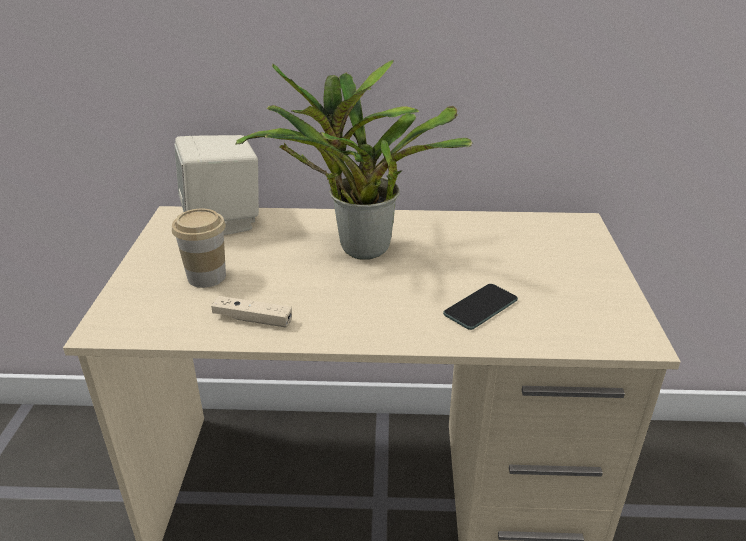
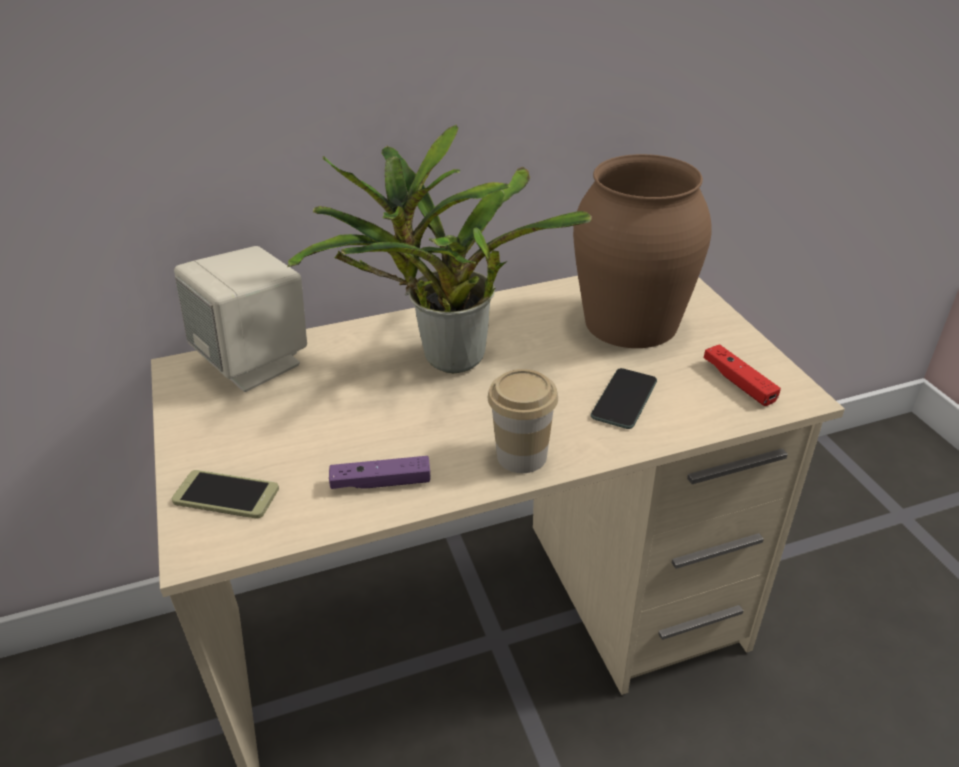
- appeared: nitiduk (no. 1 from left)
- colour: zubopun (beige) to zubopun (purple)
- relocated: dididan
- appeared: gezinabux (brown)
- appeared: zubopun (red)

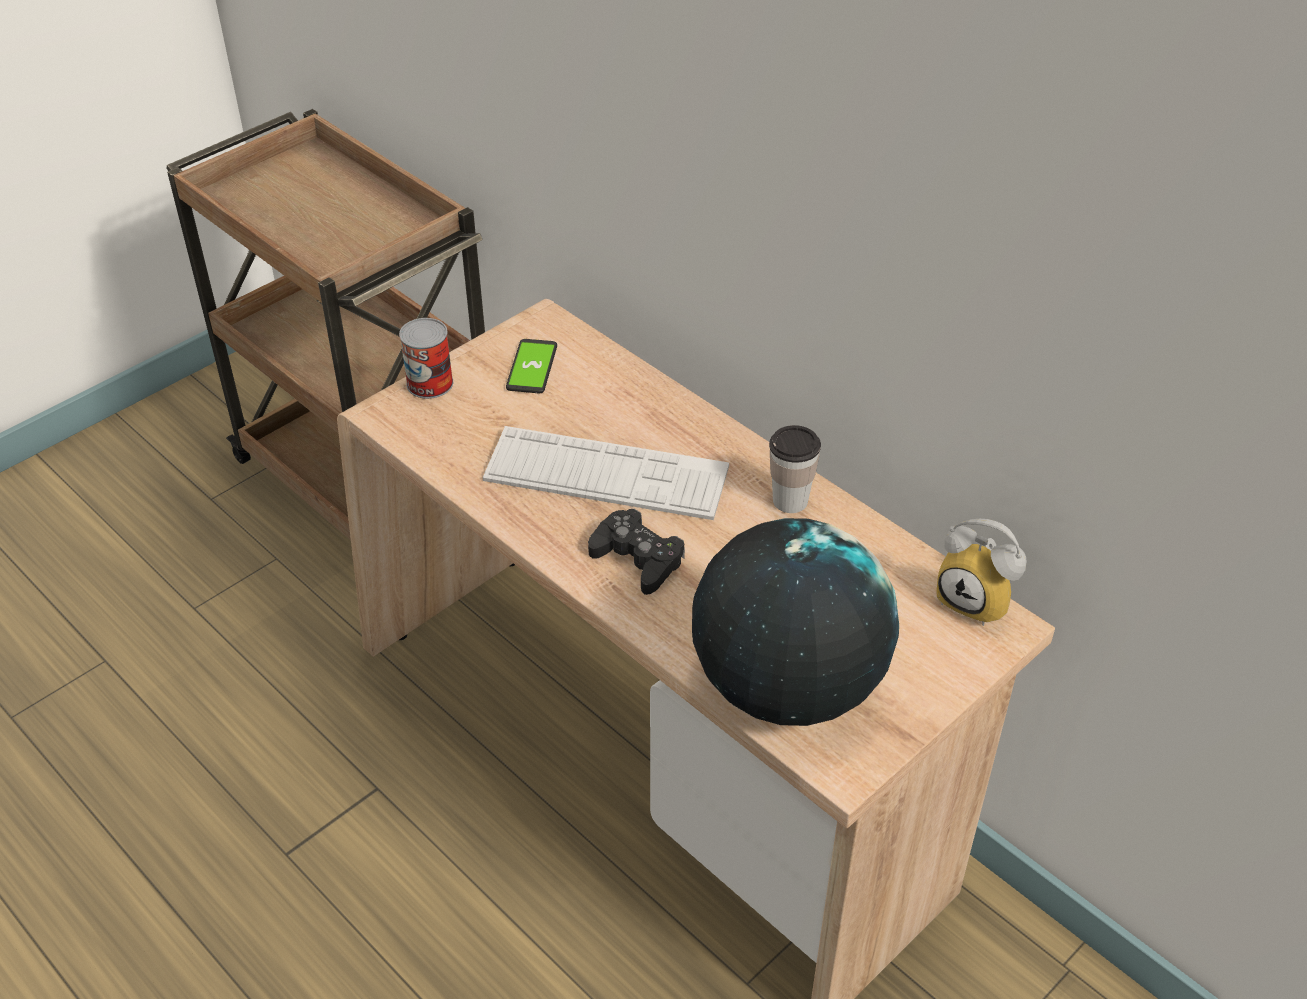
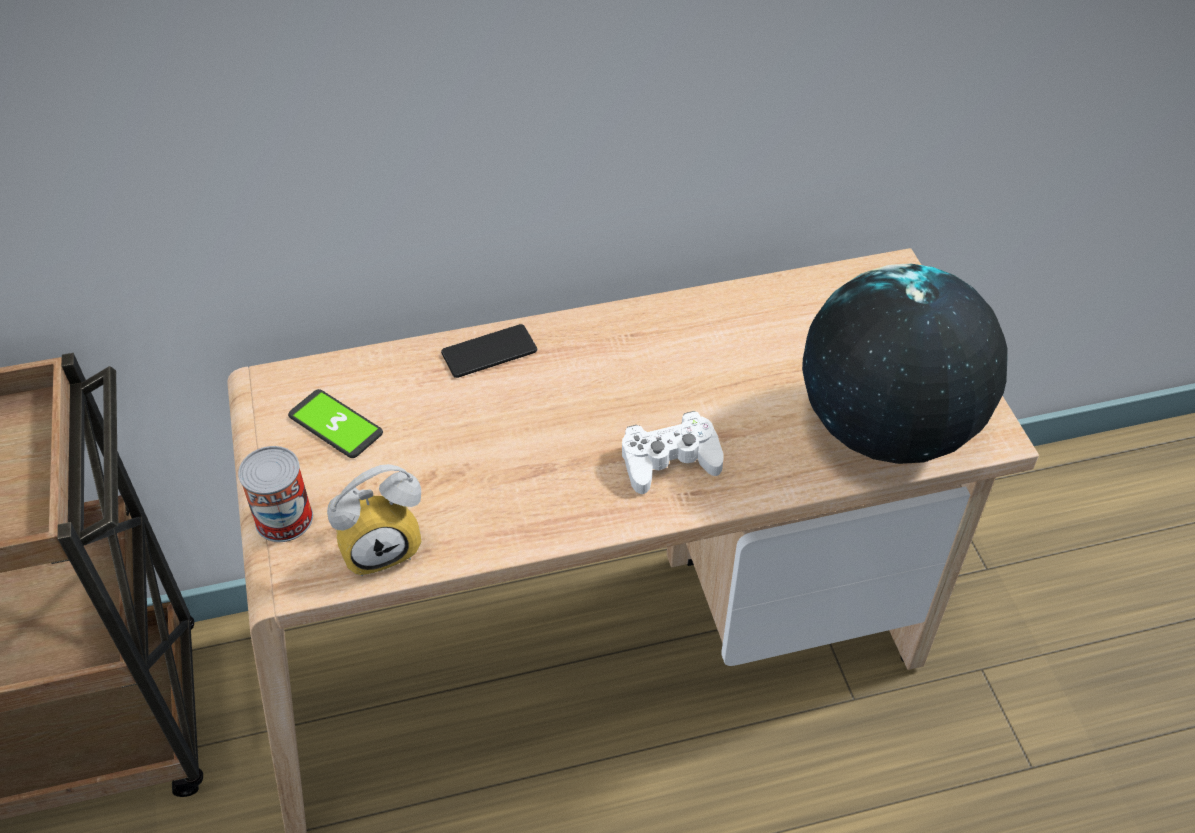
- relocated: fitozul
- appeared: nitiduk (no. 2 from left)
- colour: zubopun (black) to zubopun (white)
- missing: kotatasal
- missing: dididan

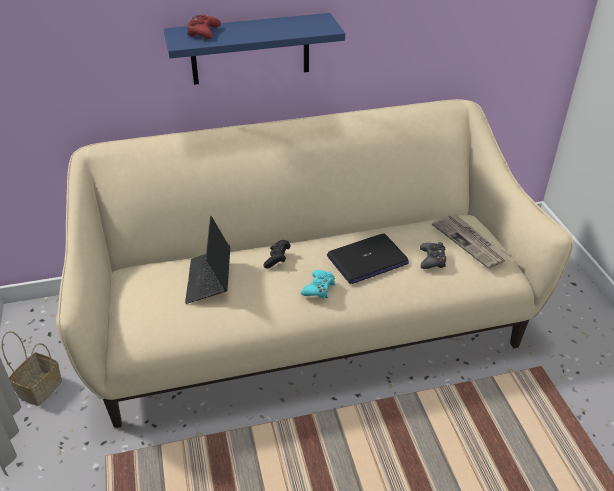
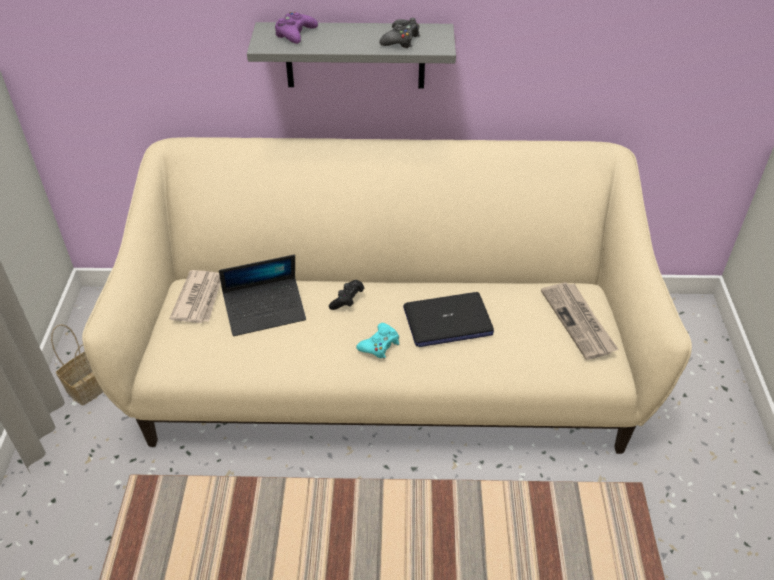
- appeared: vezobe (no. 1 from left)
- spun: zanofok (no. 1 from left) 120 degrees counterclockwise
- colour: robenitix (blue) to robenitix (grey)
- colour: zubopun (red) to zubopun (purple)
- relocated: zubopun (black) (no. 2 from left)

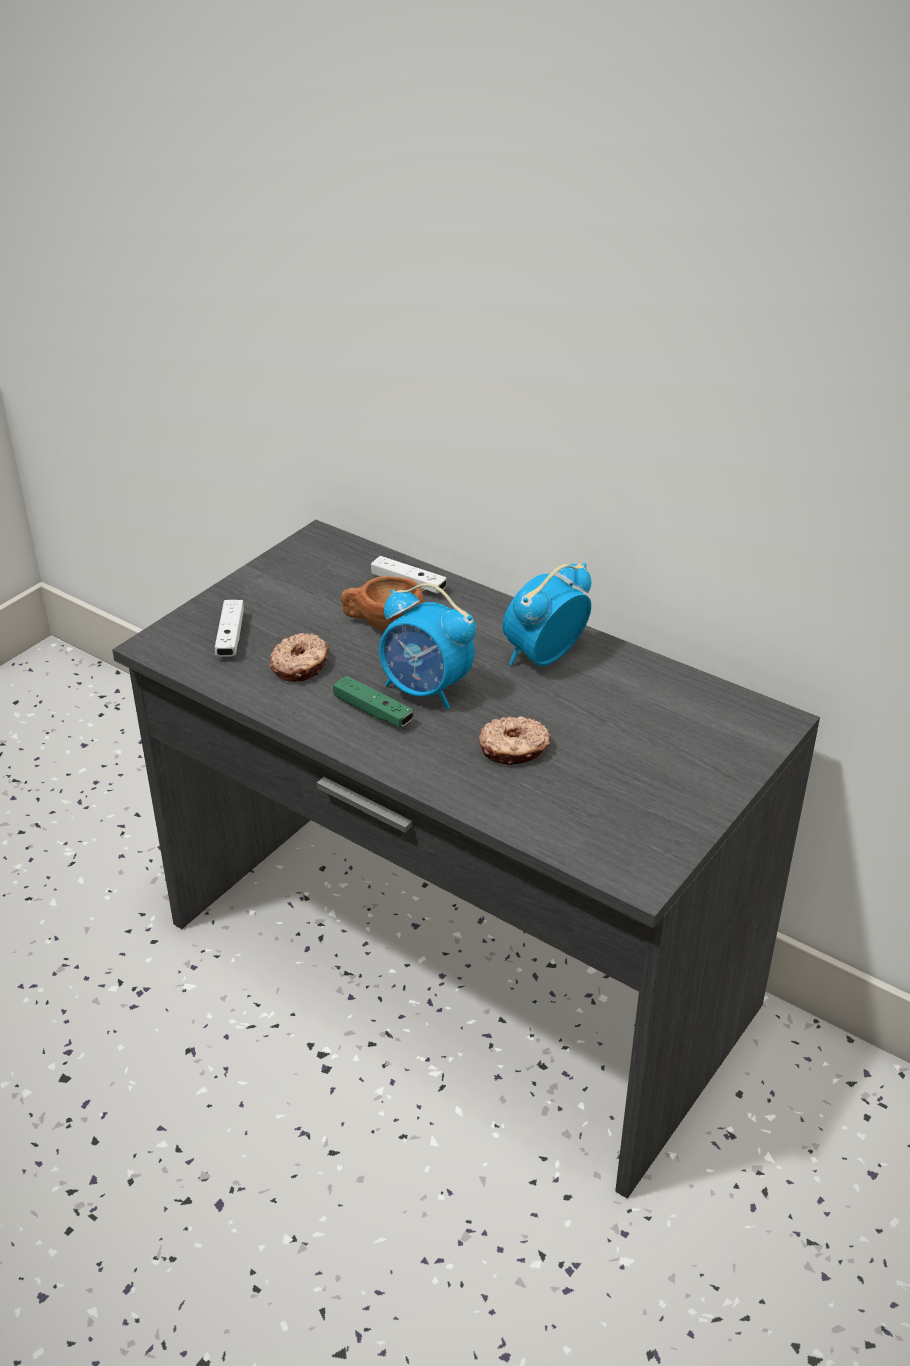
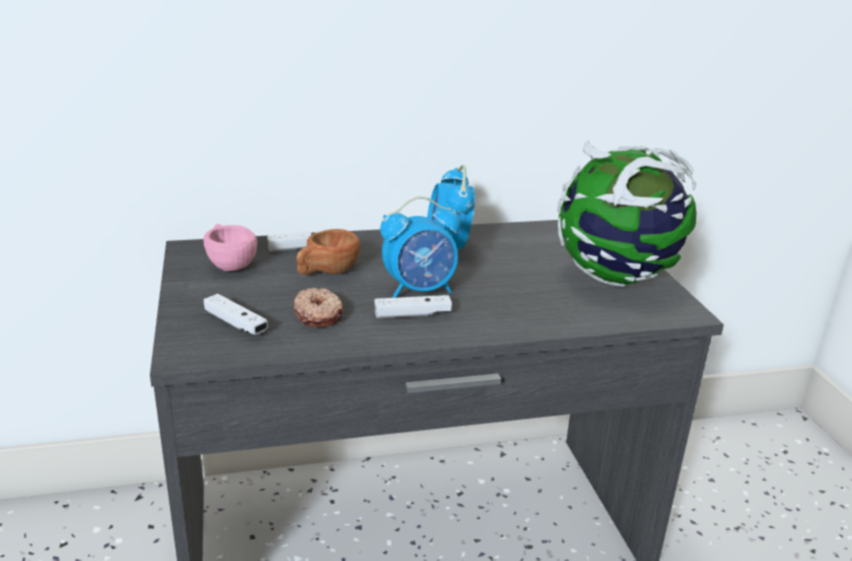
- appeared: dididan (pink)
- colour: zubopun (green) to zubopun (white) (no. 3 from left)
- appeared: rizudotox
- missing: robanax (no. 2 from left)

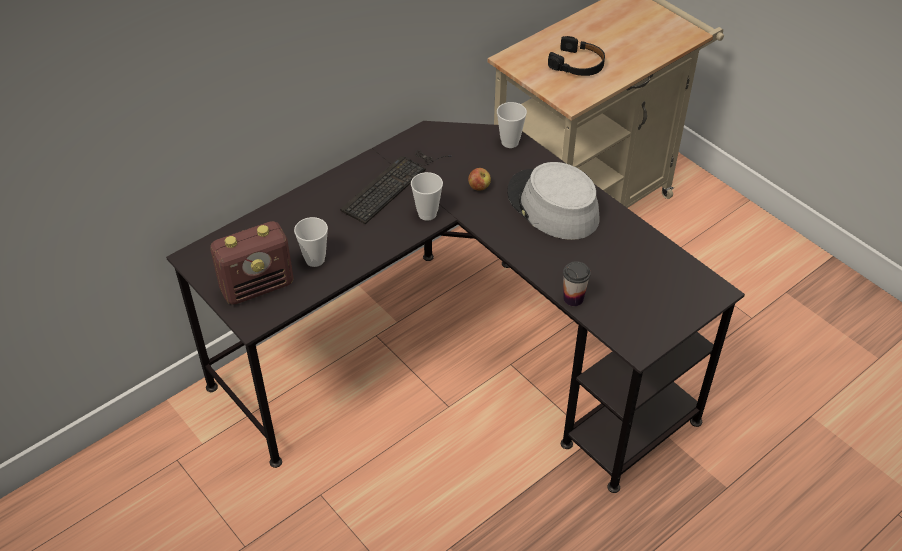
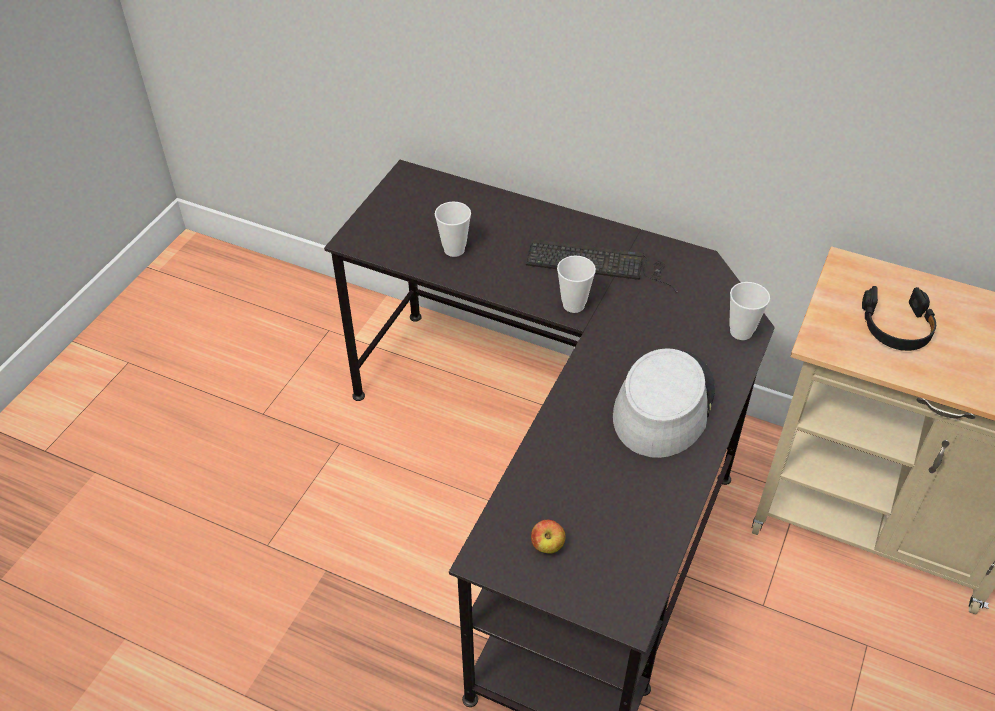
- relocated: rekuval
- missing: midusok
- missing: dididan (no. 4 from left)

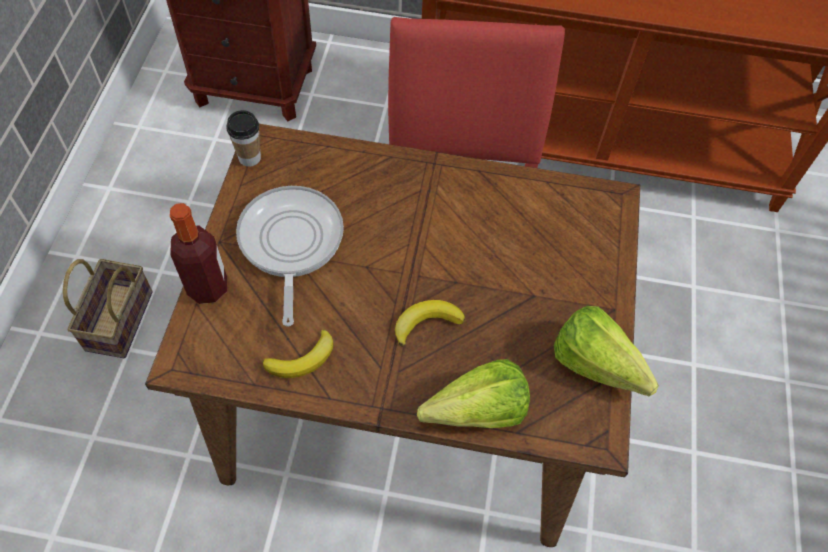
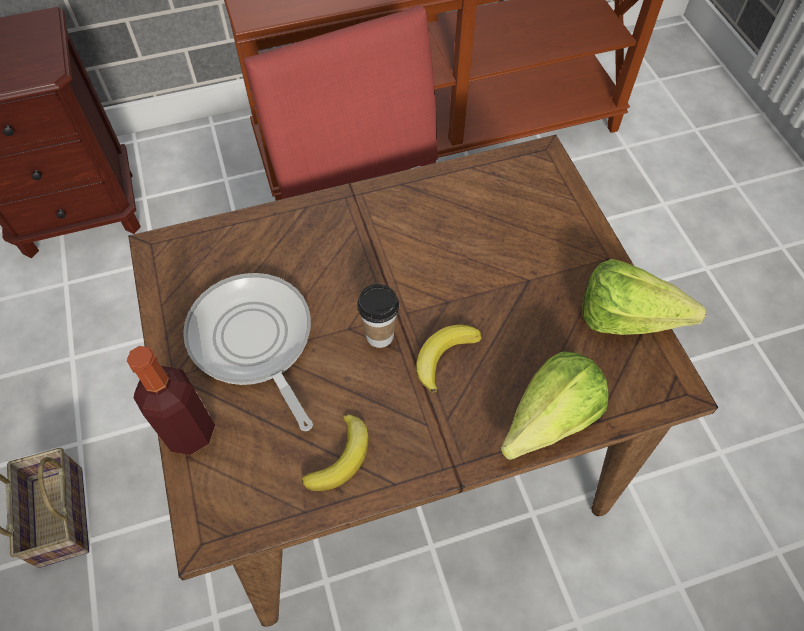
- relocated: dididan

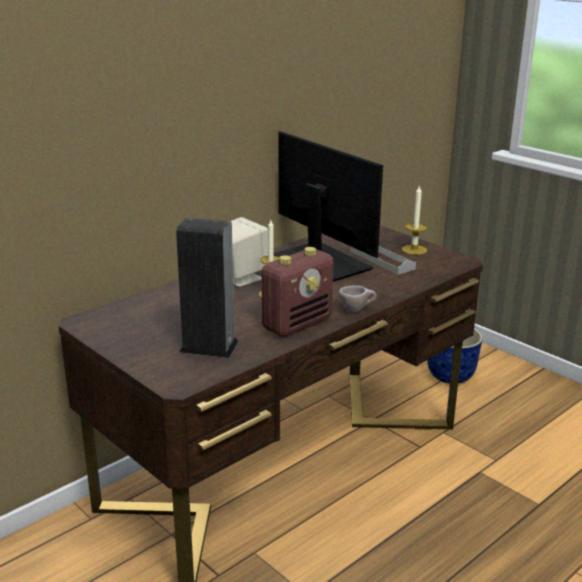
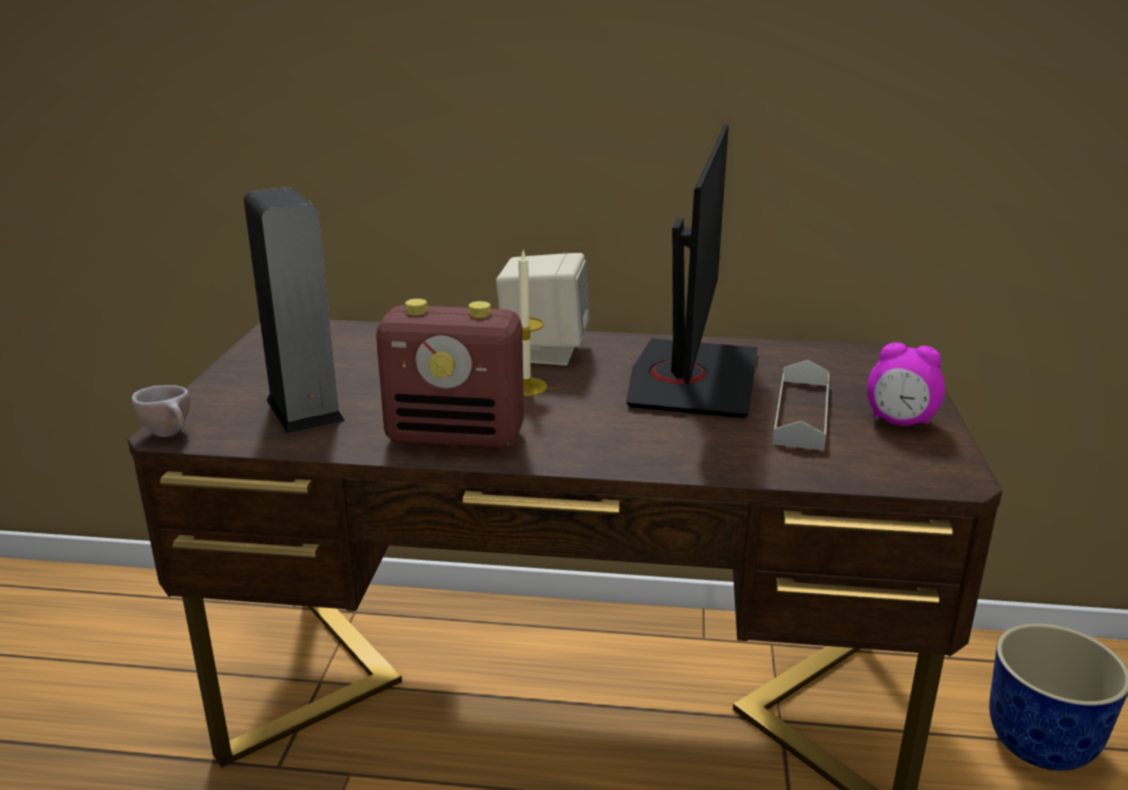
- relocated: dididan (beige)
- exchanged: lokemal (no. 2 from left) to fitozul

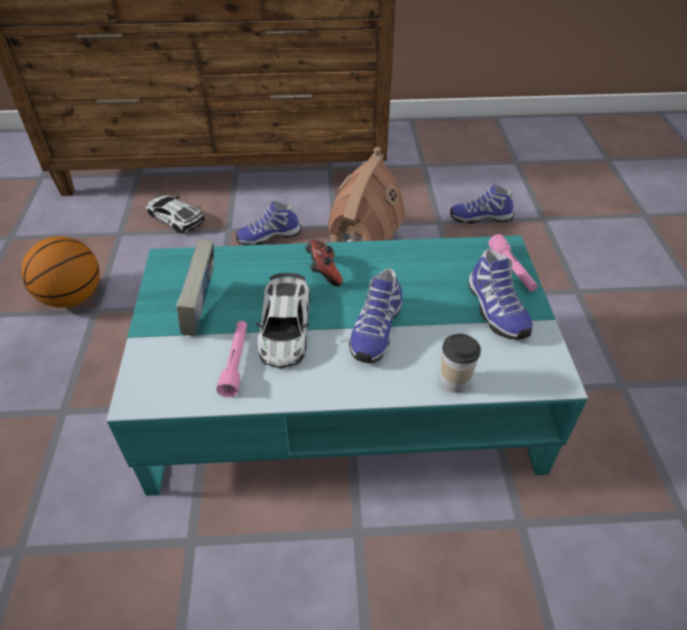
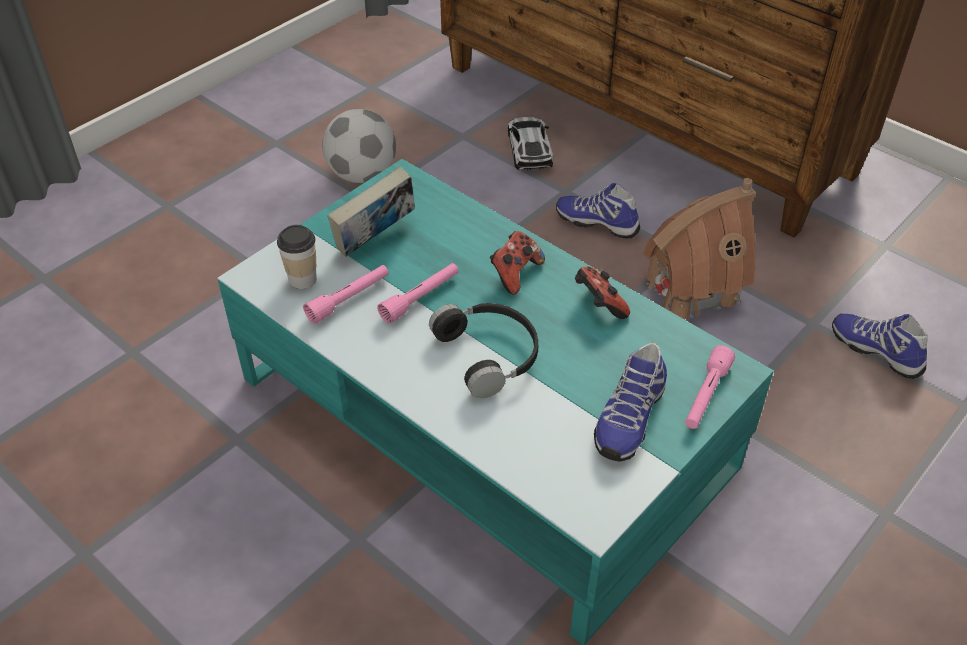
- relocated: dididan
- exchanged: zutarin to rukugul
- exchanged: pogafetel (no. 2 from left) to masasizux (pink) (no. 2 from left)
- exchanged: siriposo (no. 2 from left) to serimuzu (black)
- appeared: zubopun (no. 2 from left)

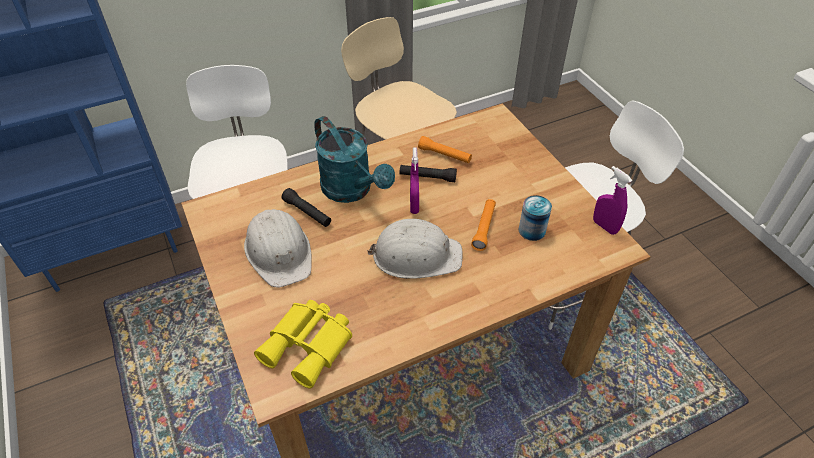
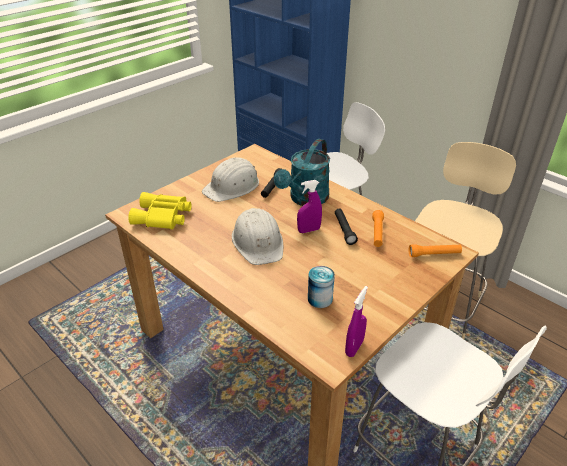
- relocated: masasizux (orange) (no. 2 from left)

